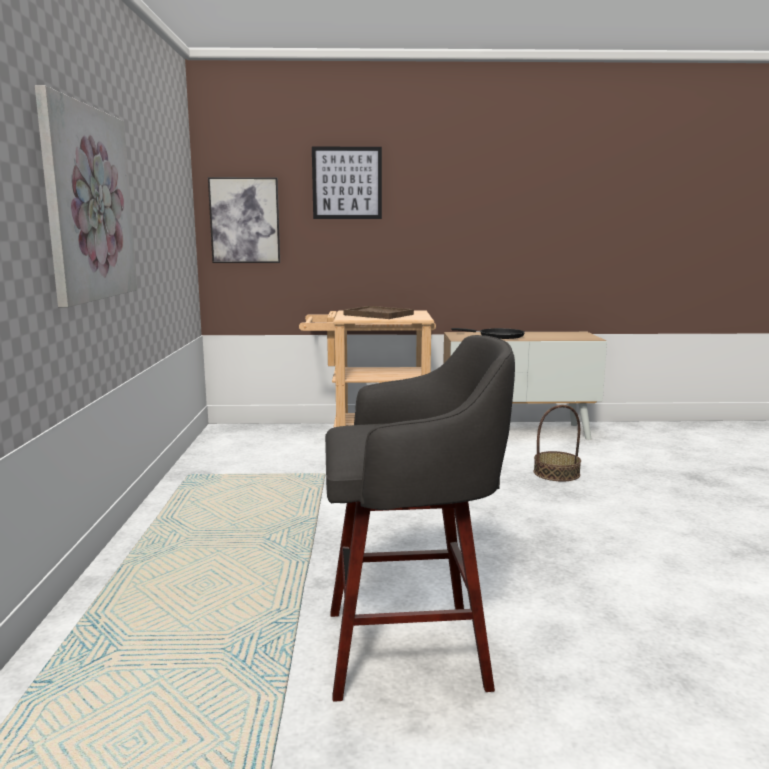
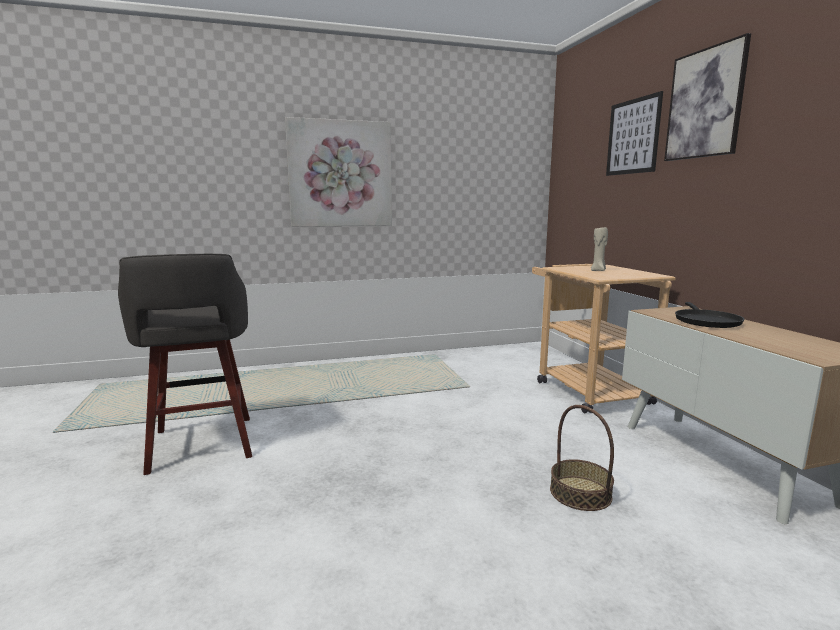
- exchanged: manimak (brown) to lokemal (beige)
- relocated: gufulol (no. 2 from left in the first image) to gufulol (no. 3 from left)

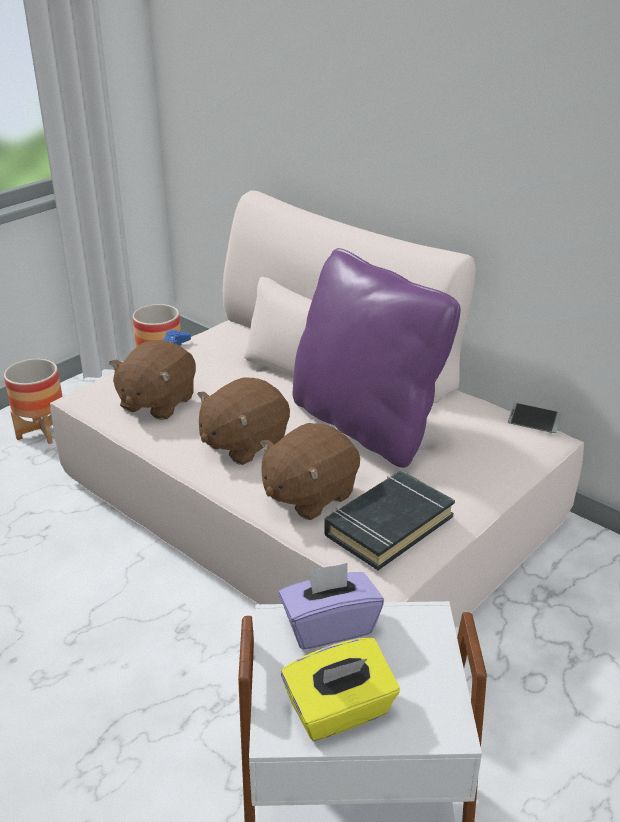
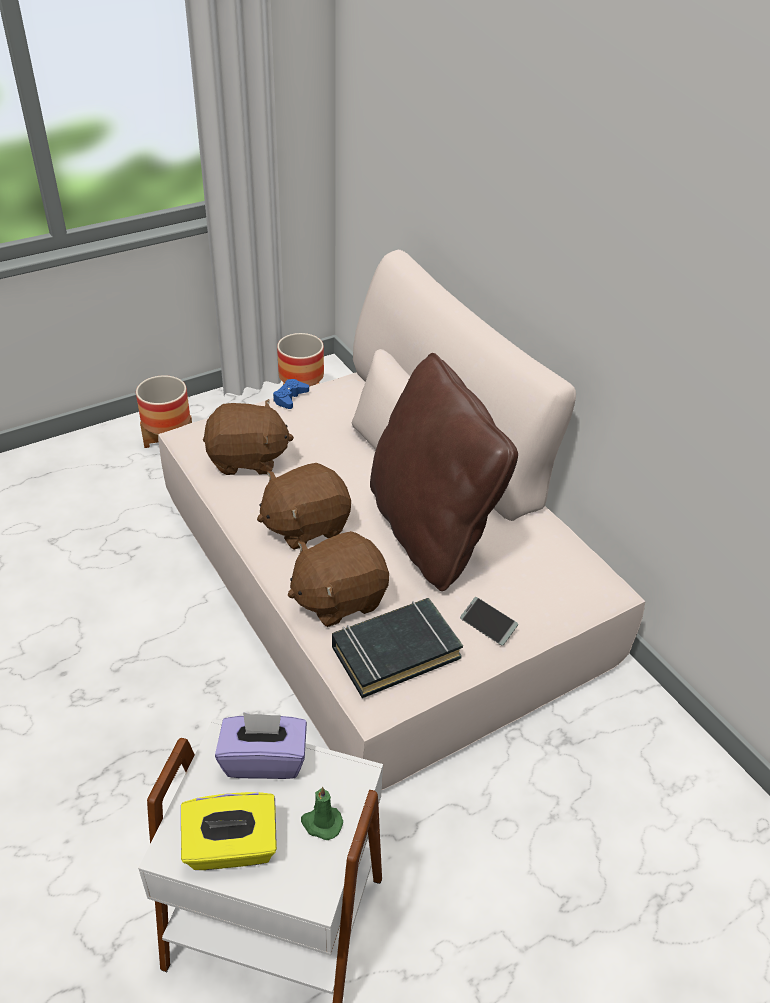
- spun: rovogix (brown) (no. 1 from left) 135 degrees counterclockwise
- appeared: lokemal (green)
- colour: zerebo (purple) to zerebo (brown)
- relocated: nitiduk

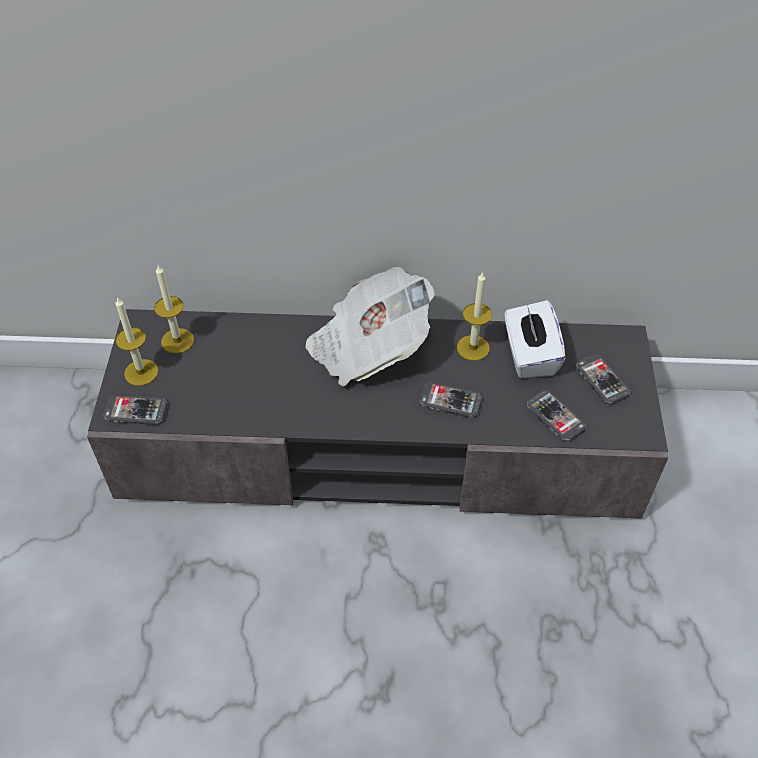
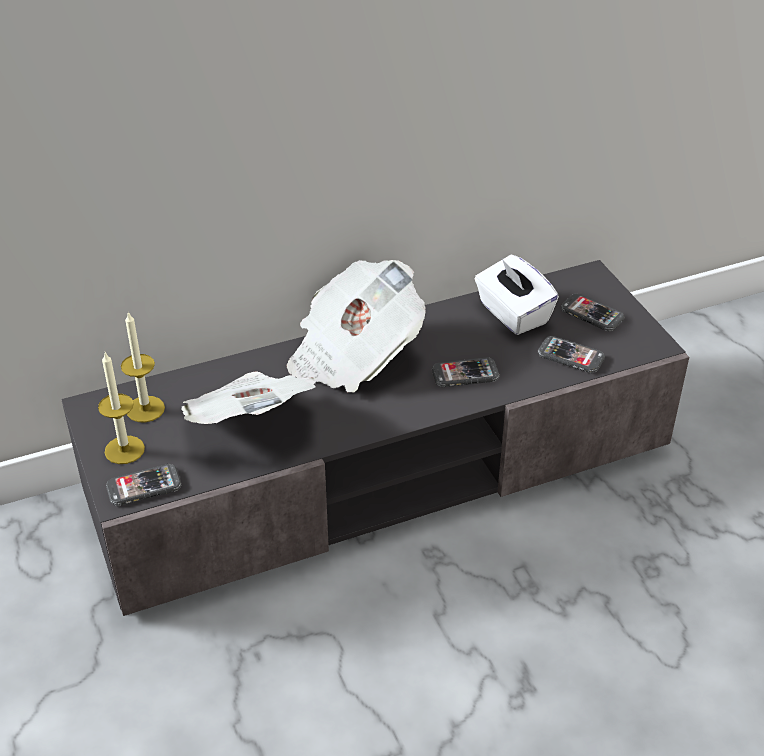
- appeared: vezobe (no. 1 from left)
- missing: lokemal (no. 3 from left)

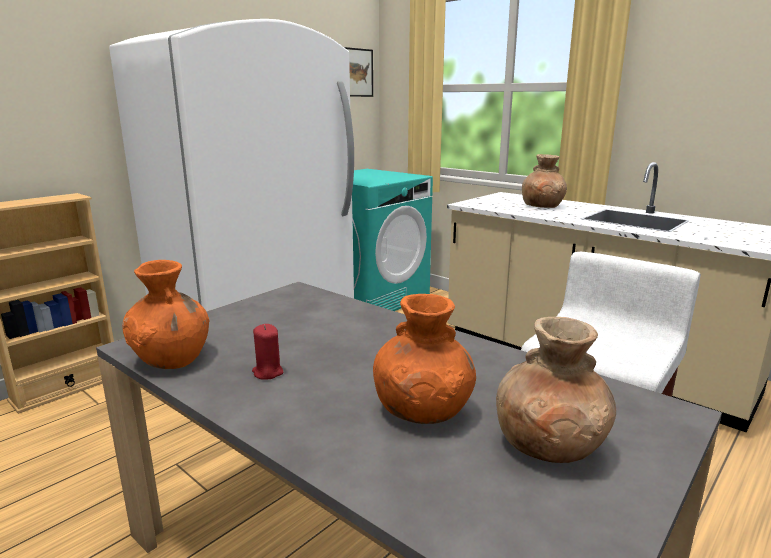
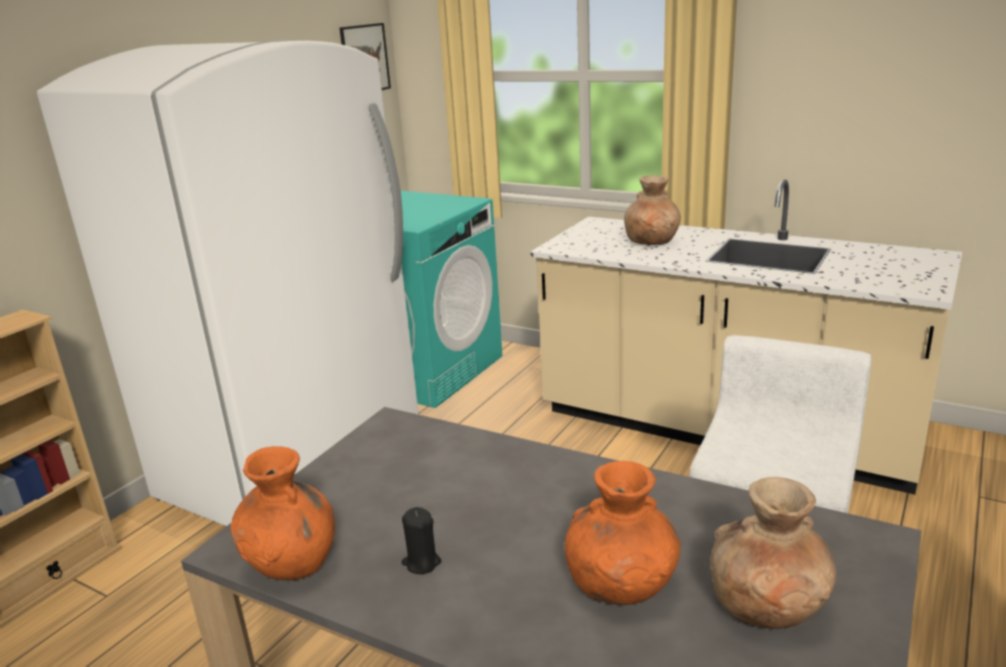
- colour: lokemal (red) to lokemal (black)

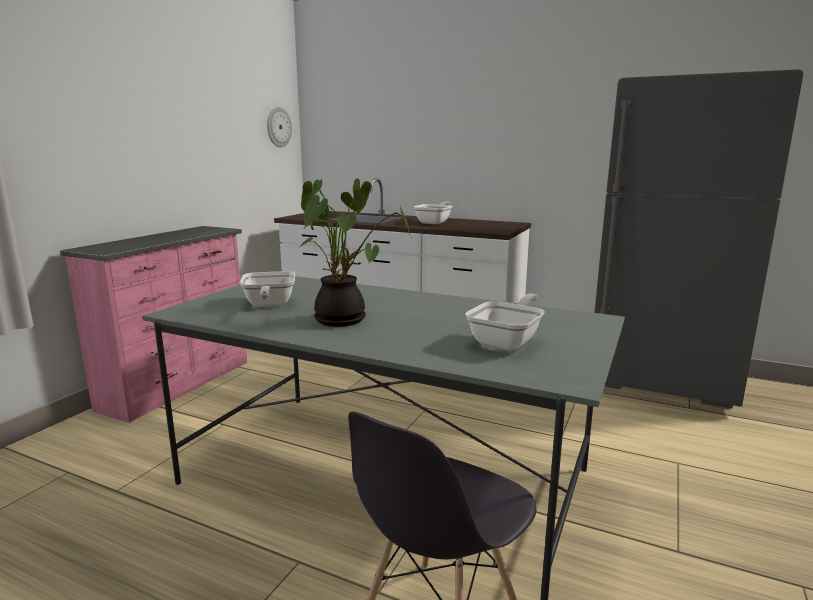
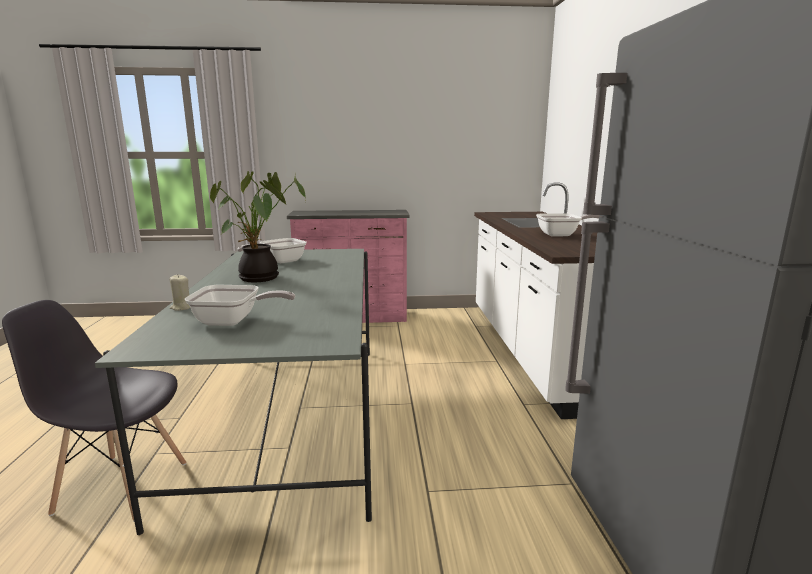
- appeared: lokemal (beige)
- missing: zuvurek

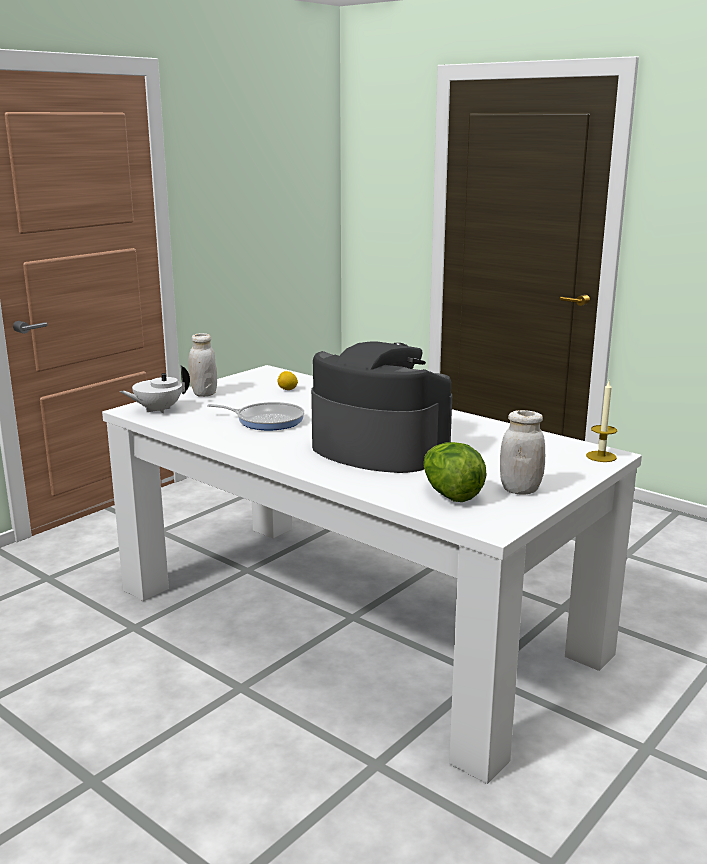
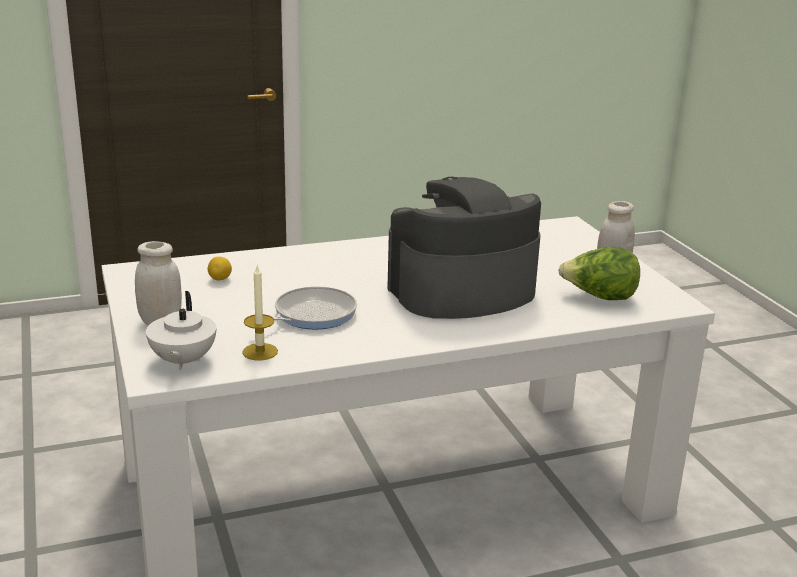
- relocated: lokemal

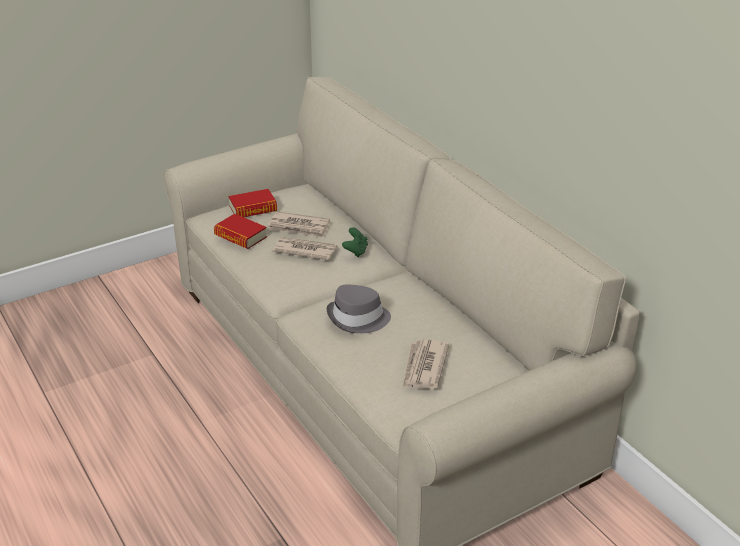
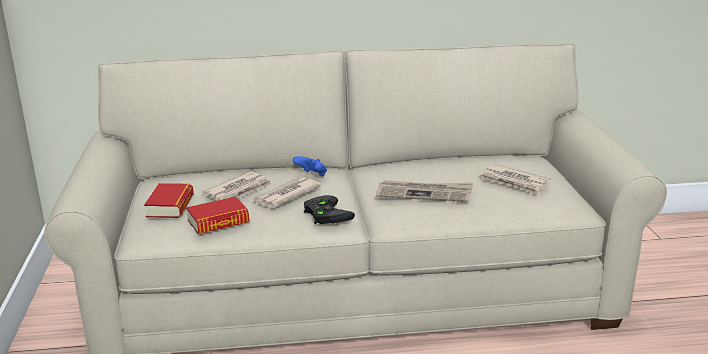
- colour: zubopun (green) to zubopun (blue)
- appeared: zubopun (black)
- exchanged: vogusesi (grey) to vezobe (no. 3 from left)

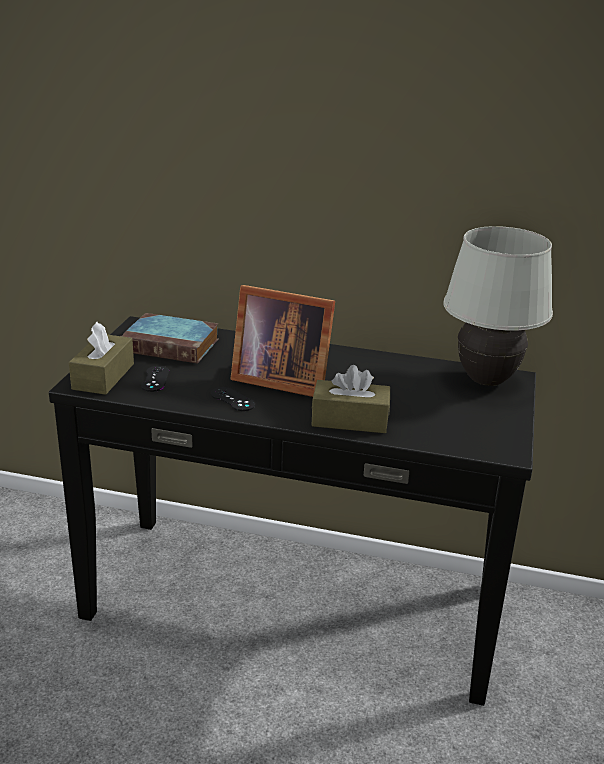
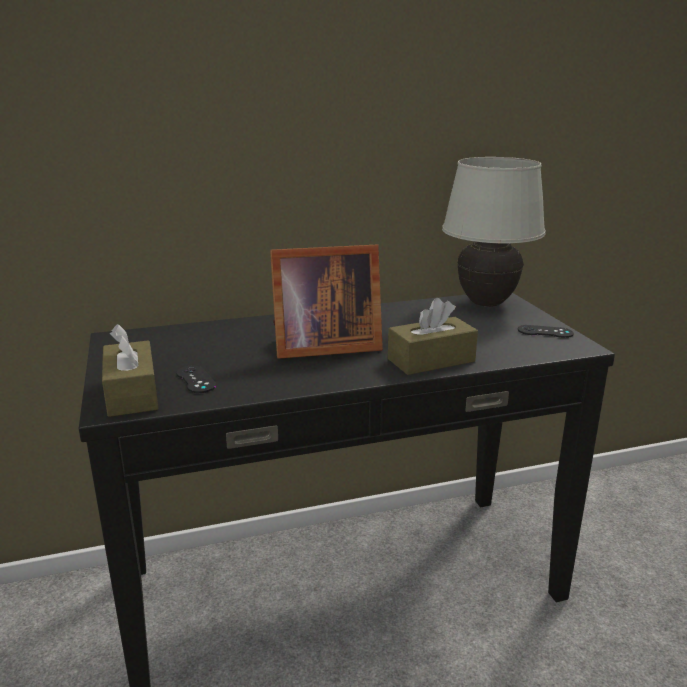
- relocated: zubopun (black) (no. 2 from left)
- missing: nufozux

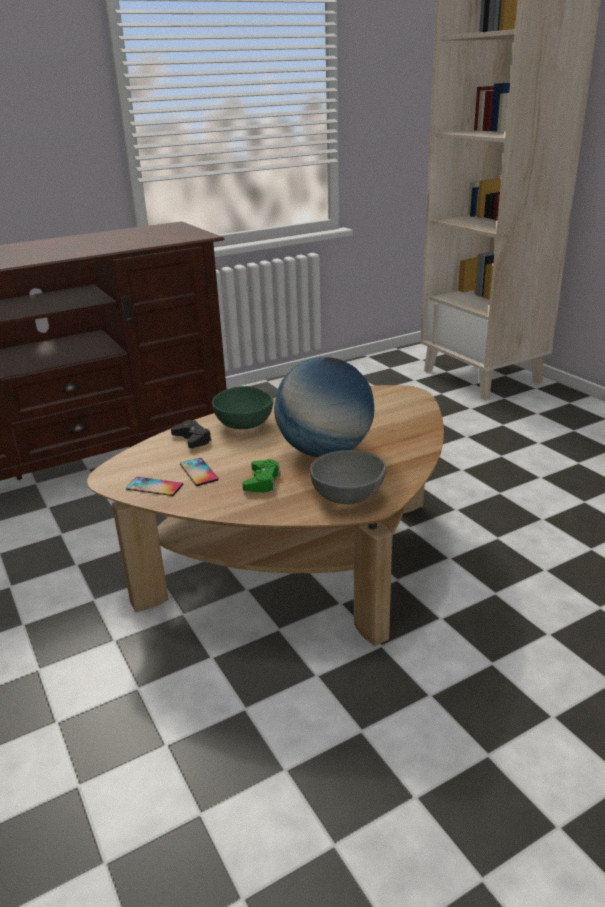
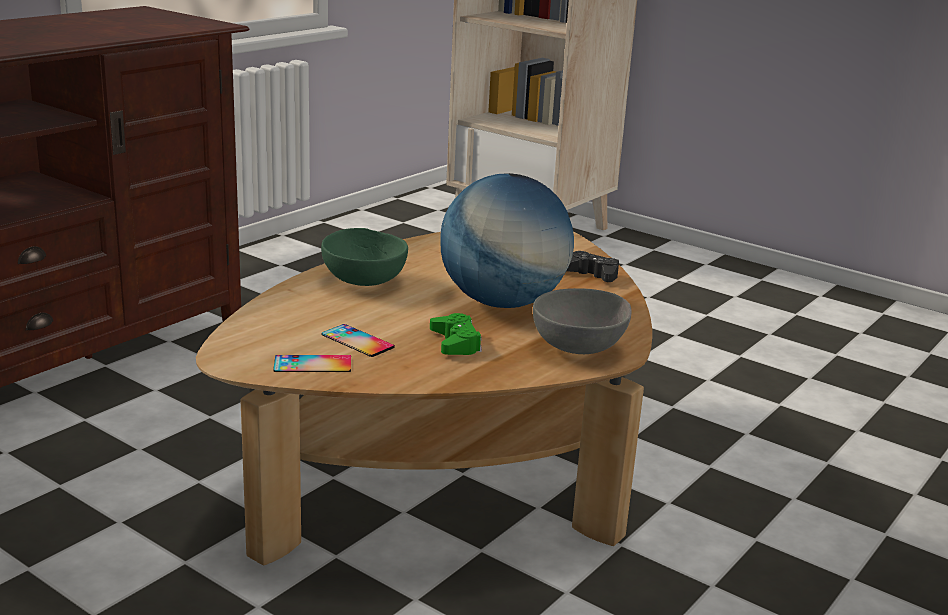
- relocated: zubopun (black)

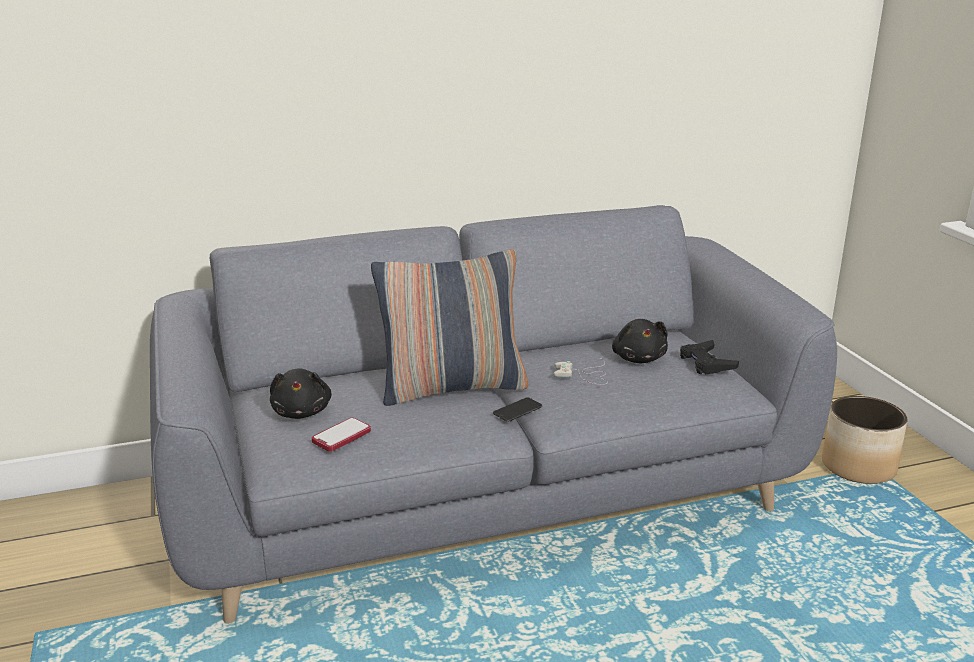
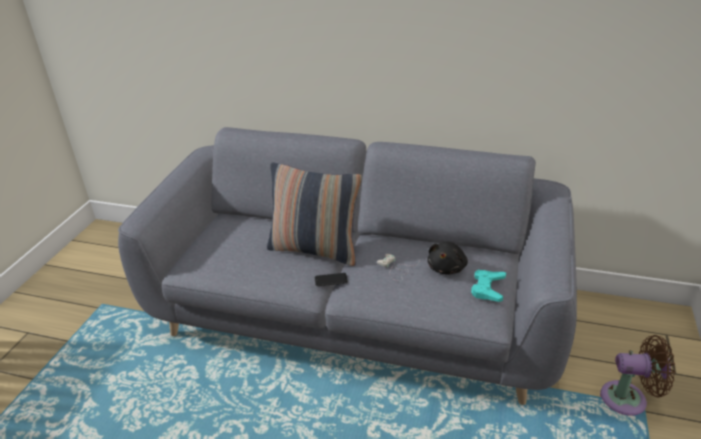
- colour: zubopun (black) to zubopun (turquoise)
- exchanged: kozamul to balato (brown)
- missing: rovogix (black) (no. 1 from left)
- missing: nitiduk (no. 1 from left)

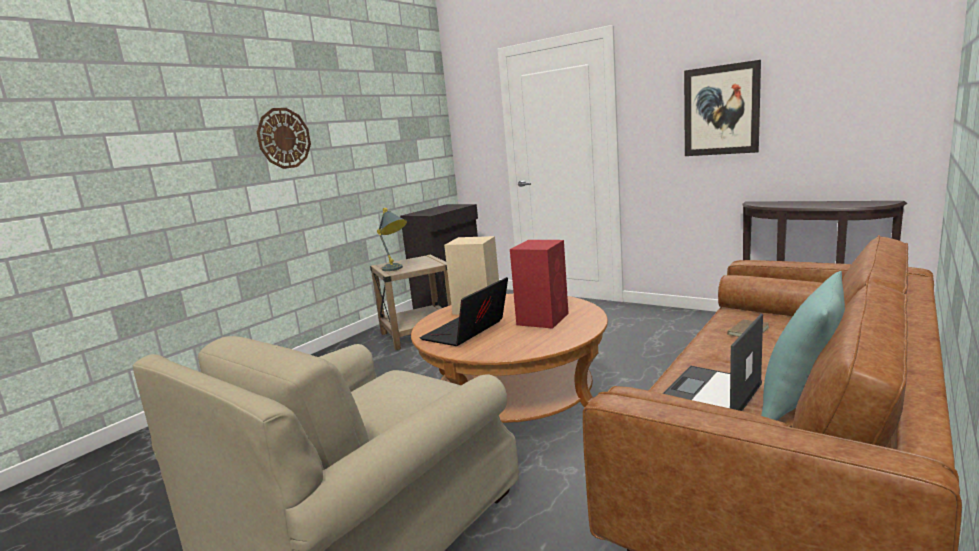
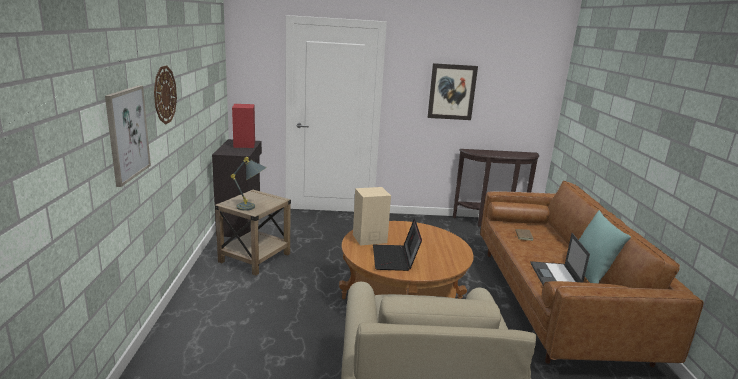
- appeared: gufulol (no. 1 from left)
- relocated: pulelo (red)

